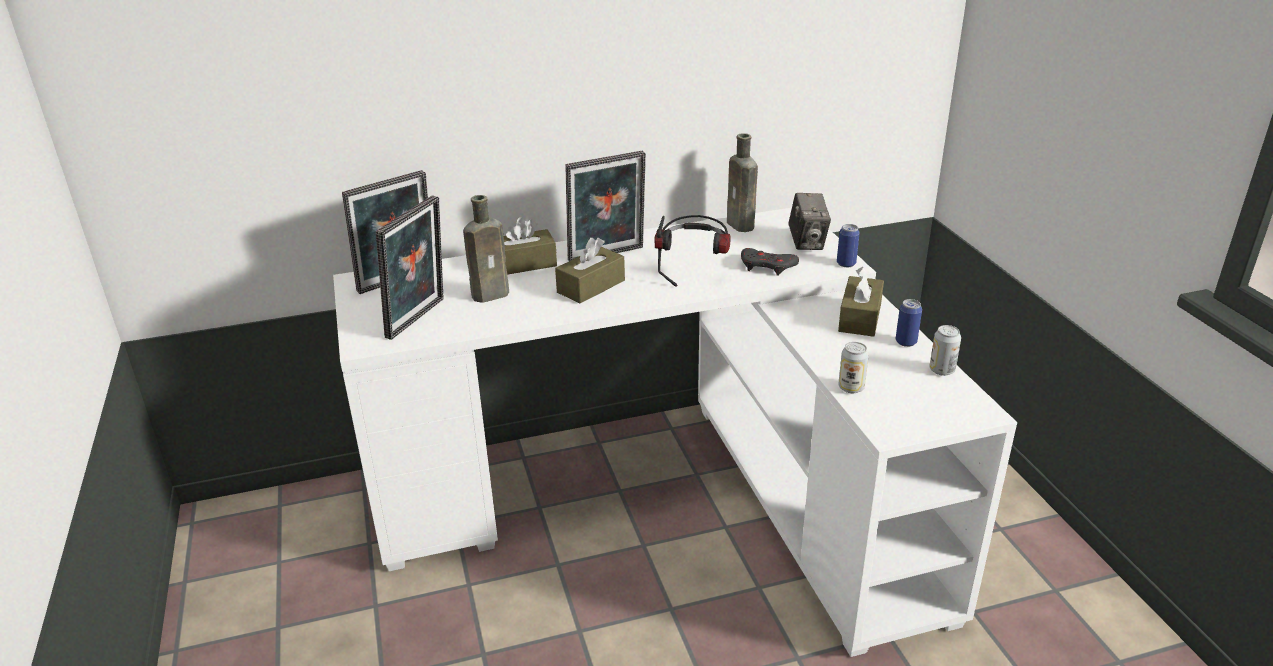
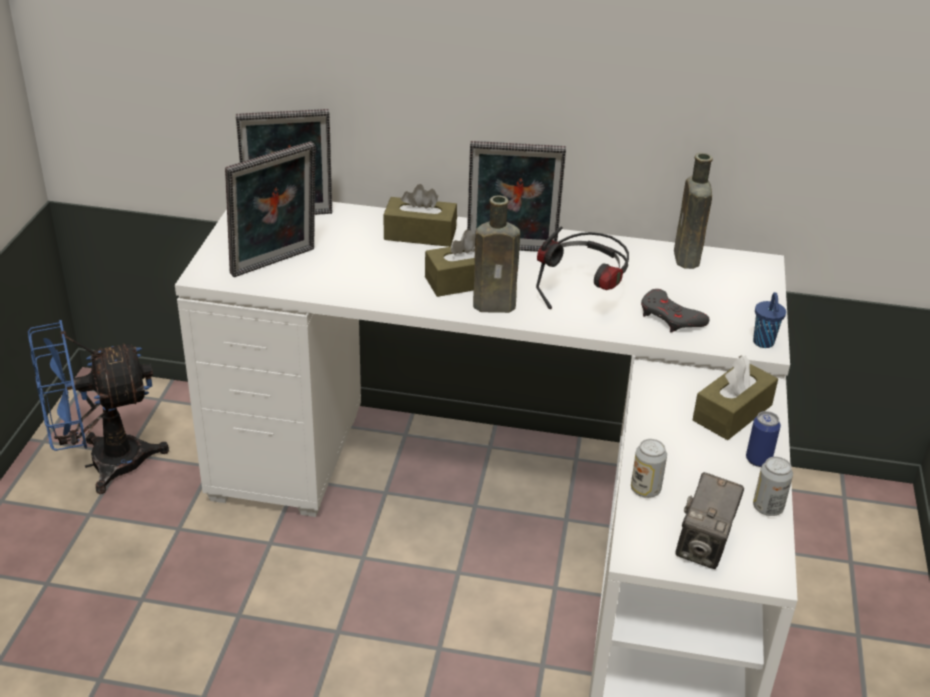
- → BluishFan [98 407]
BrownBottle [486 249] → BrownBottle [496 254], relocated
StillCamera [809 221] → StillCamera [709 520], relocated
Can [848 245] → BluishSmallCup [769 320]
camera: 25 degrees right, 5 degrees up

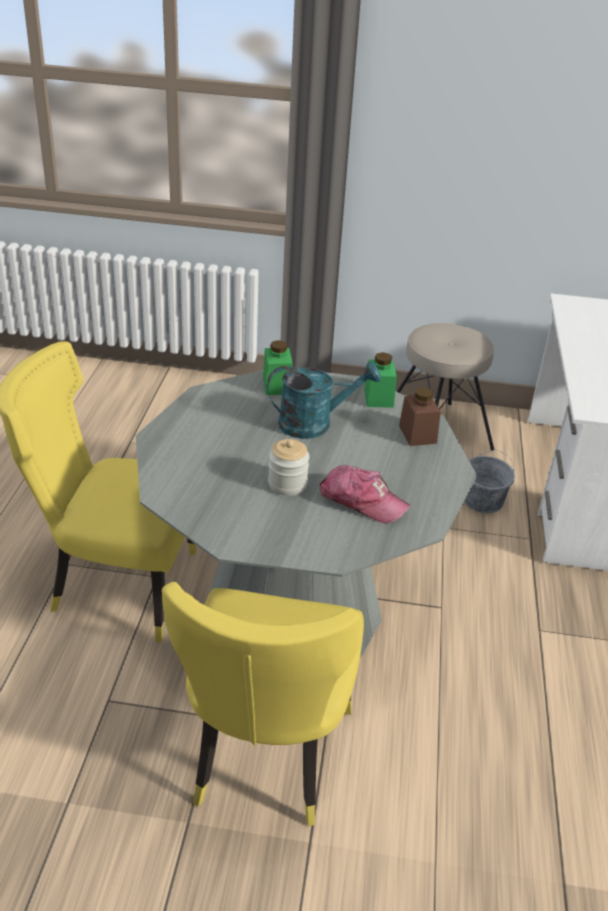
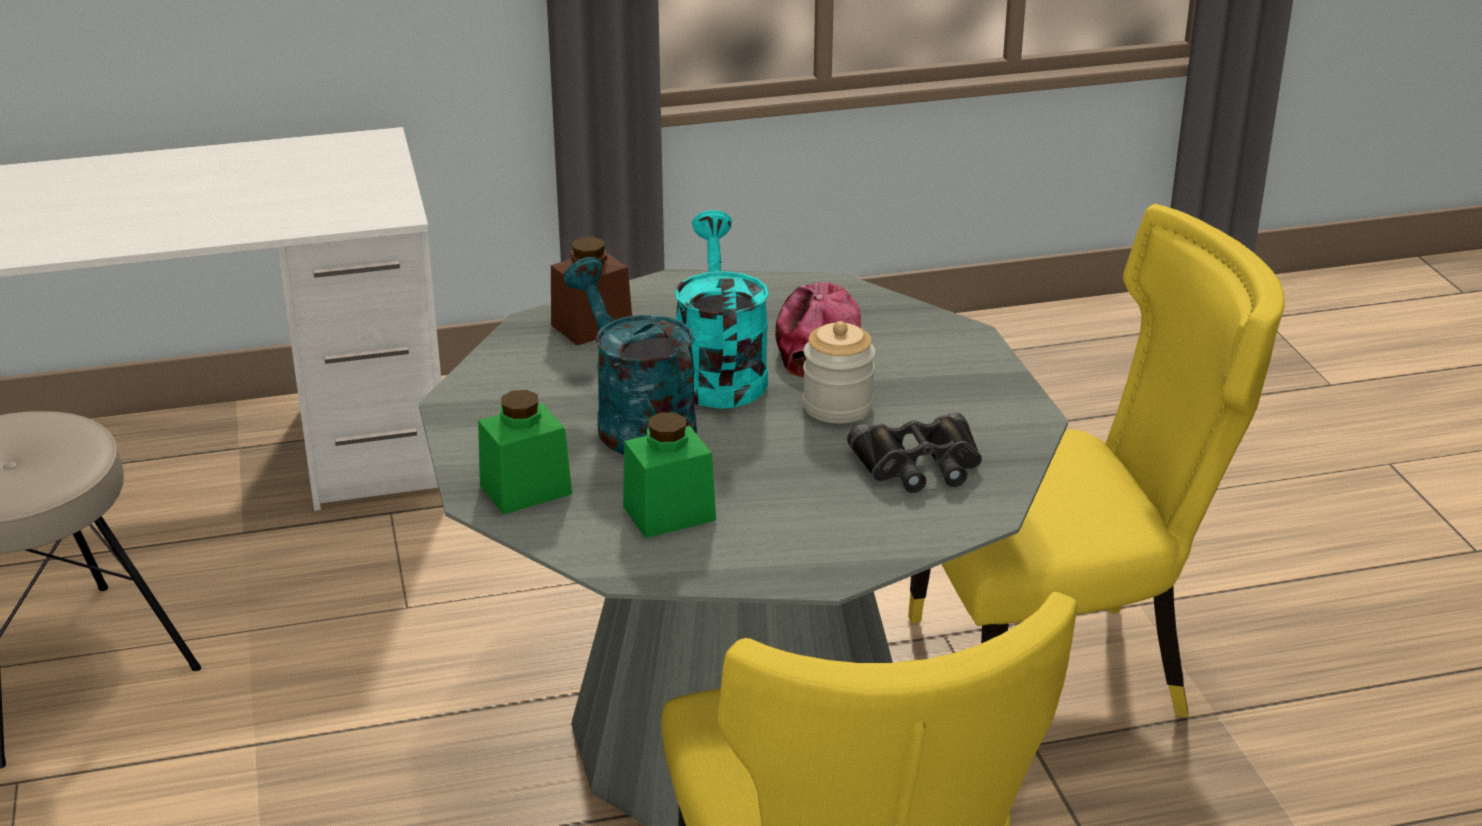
GreenColouredStorageJar [380 380] → GreenColouredStorageJar [669 475], relocated
- → BlueGreenWateringPot [722 309]
- → BlackColouredBinoculars [914 452]
GreyishPail [489 481] → -
camera: 110 degrees left, 5 degrees down

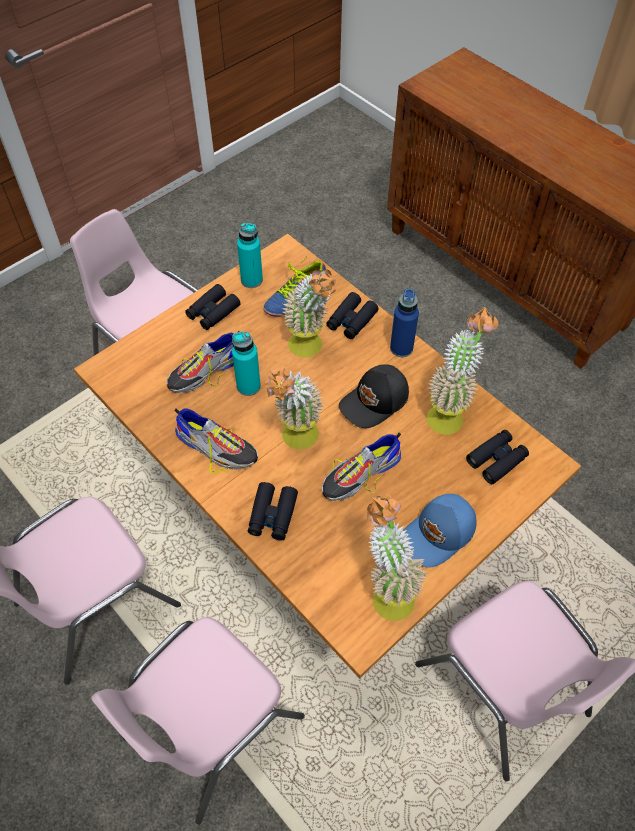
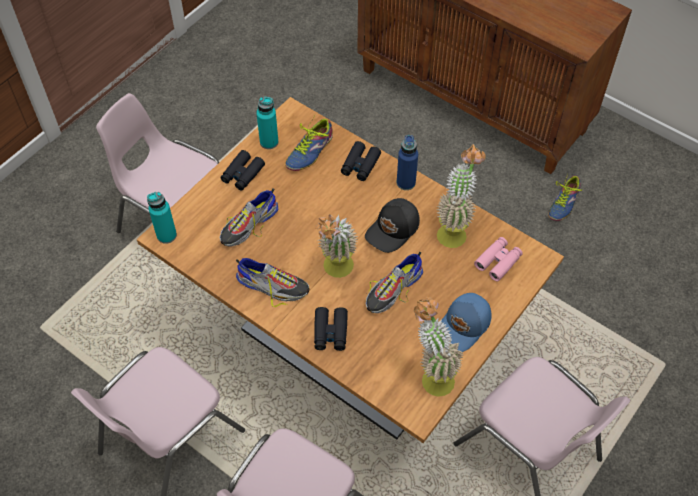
BlueGreenBottle [246 363] → BlueGreenBottle [162 218], relocated
BlackColouredBinoculars [497 457] → PinkBinoculars [498 259]
- → LowShoe [565 197]
Houseplant [309 313] → -
camera: 10 degrees left, 0 degrees up

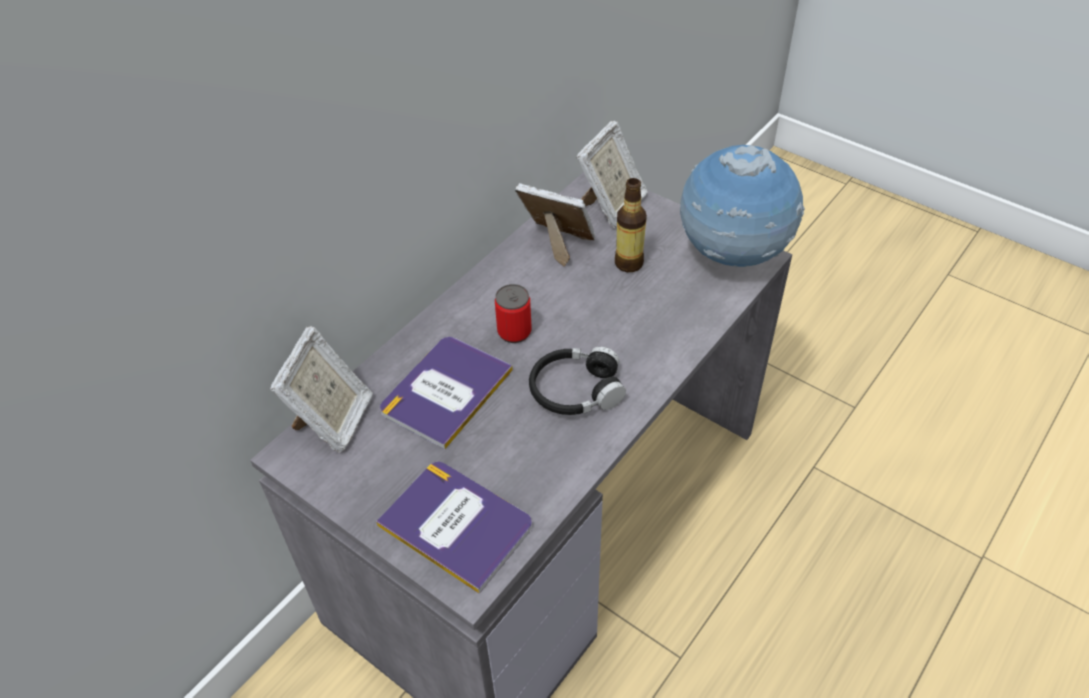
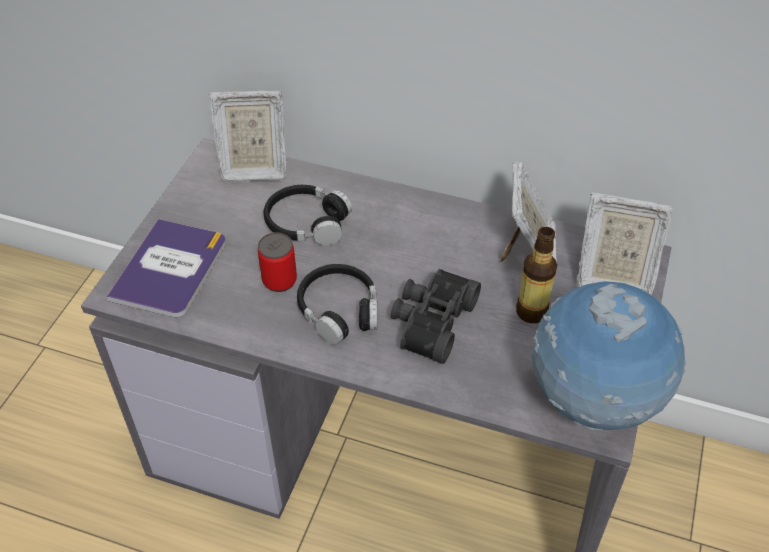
Can [513 313] → Can [277 262], relocated
Book [446 393] → BlackColouredHeadphones [307 215]
- → BlackColouredBinoculars [436 316]
camera: 70 degrees right, 0 degrees up

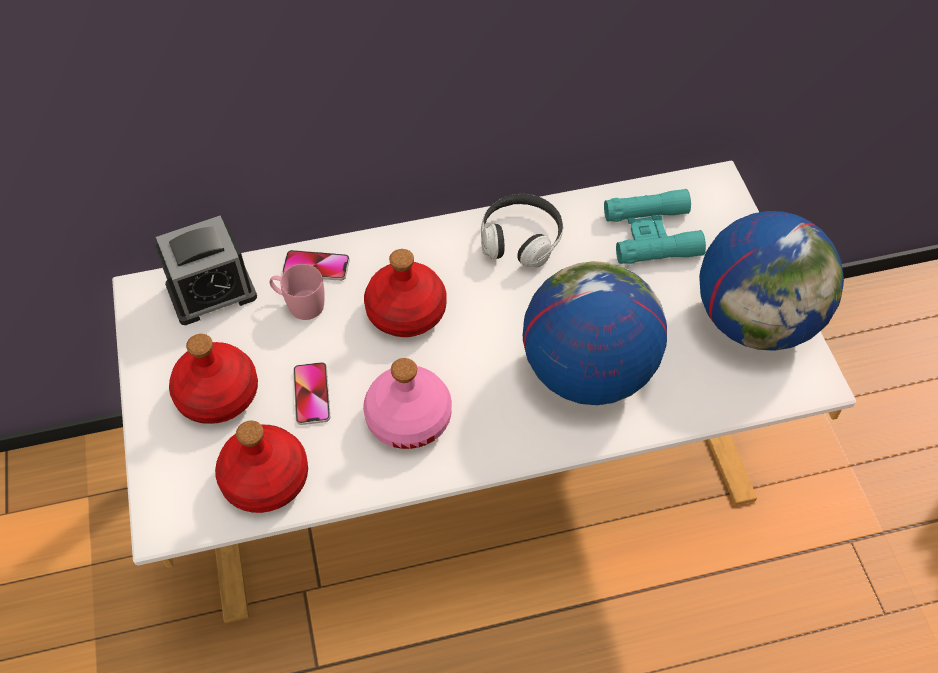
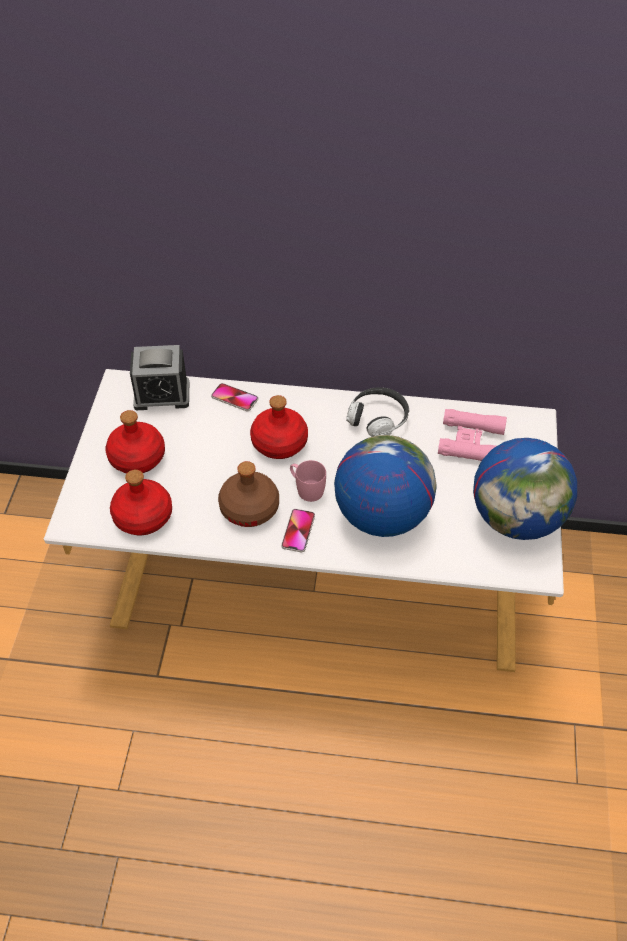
PinkBottle [407 403] → BrownBottle [248 494]
Handset [311 393] → Handset [298 530], relocated
PinkTeaMug [297 292] → PinkTeaMug [308 481], relocated
BlueGreenBinoculars [655 226] → PinkBinoculars [472 435]
camera: 20 degrees right, 5 degrees down

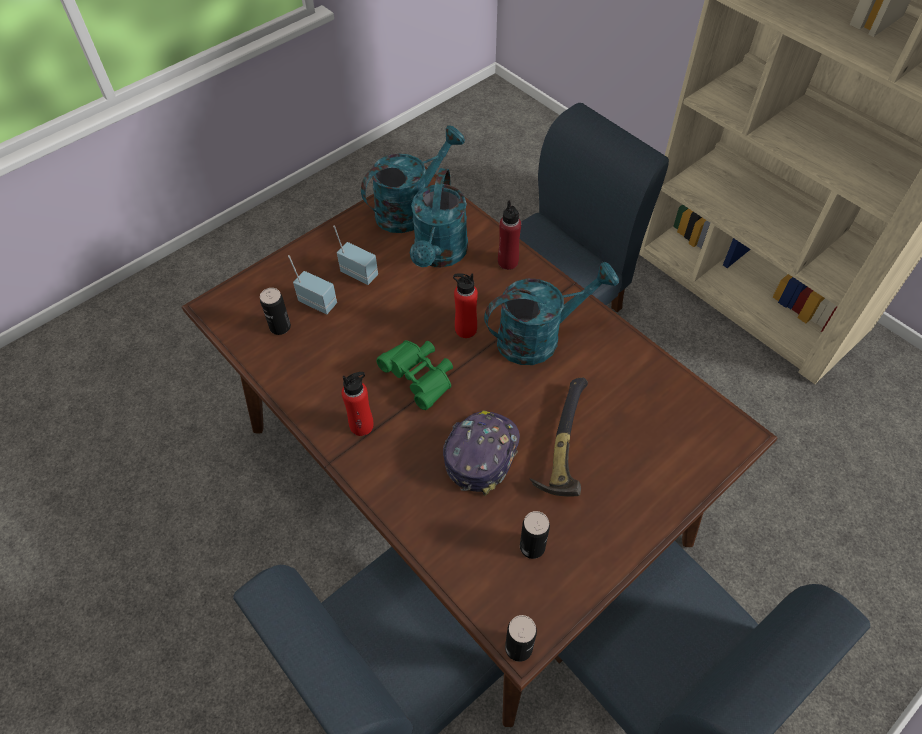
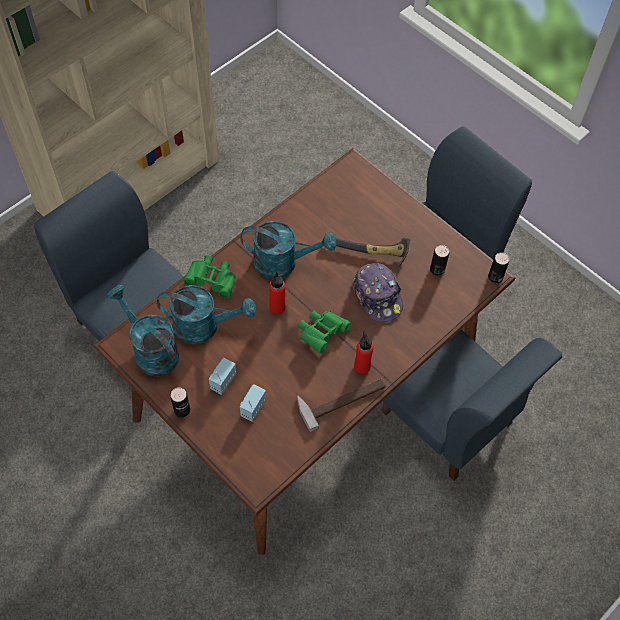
Can [275 311] → Can [180 402], relocated
ReddishBottle [509 235] → GreenColouredBinoculars [209 277]
BlueGreenWateringPot [551 313] → BlueGreenWateringPot [288 250], 120 degrees clockwise
- → Hammer [341 405]
PeakedCap [481 453] → PeakedCap [378 292], 135 degrees counterclockwise
camera: 95 degrees left, 5 degrees up

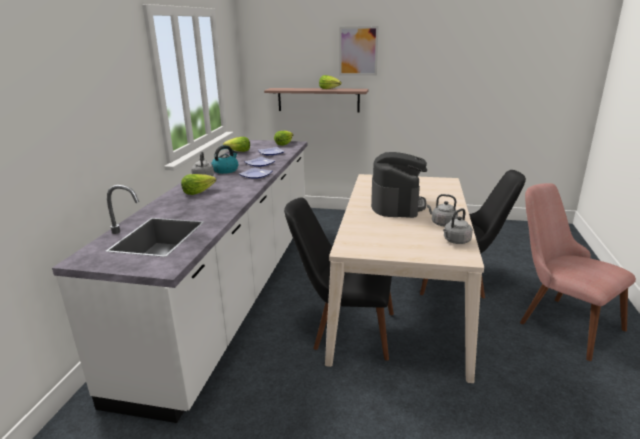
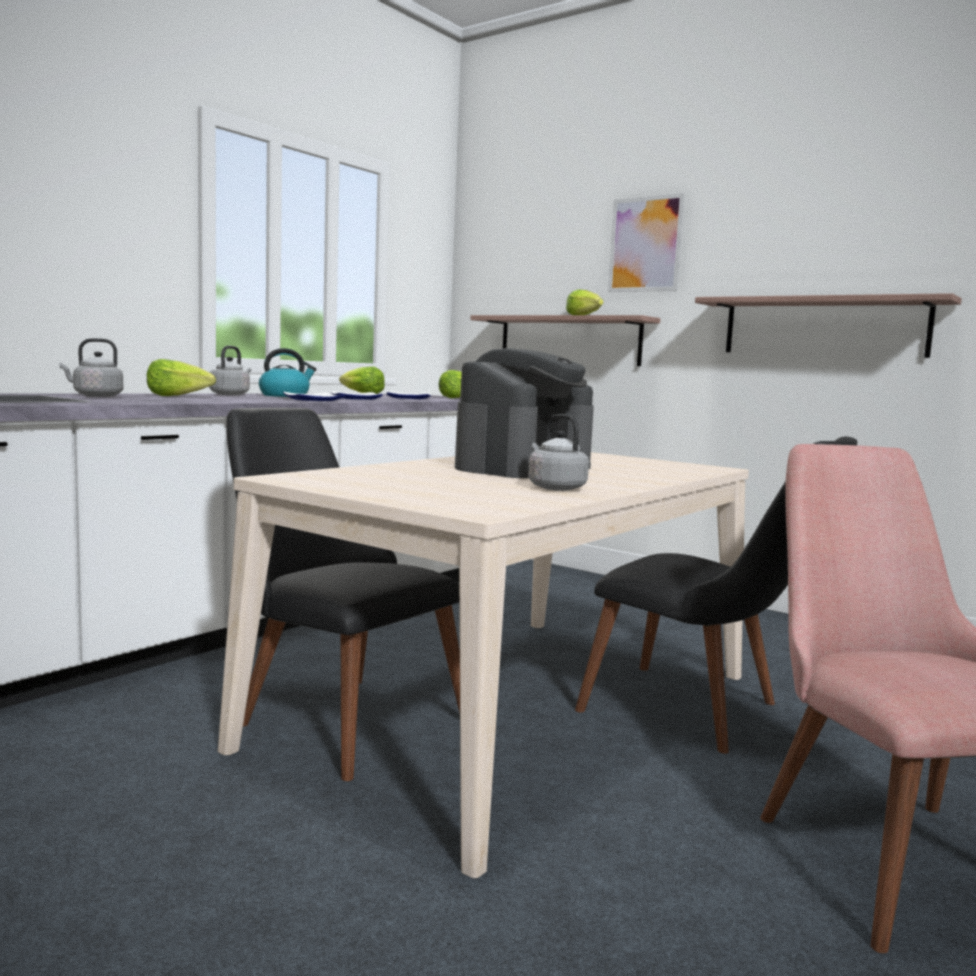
GreyishKettle [458 226] → GreyishKettle [91 367], relocated
- → BracketShelf [828 325]
camera: 25 degrees right, 15 degrees down

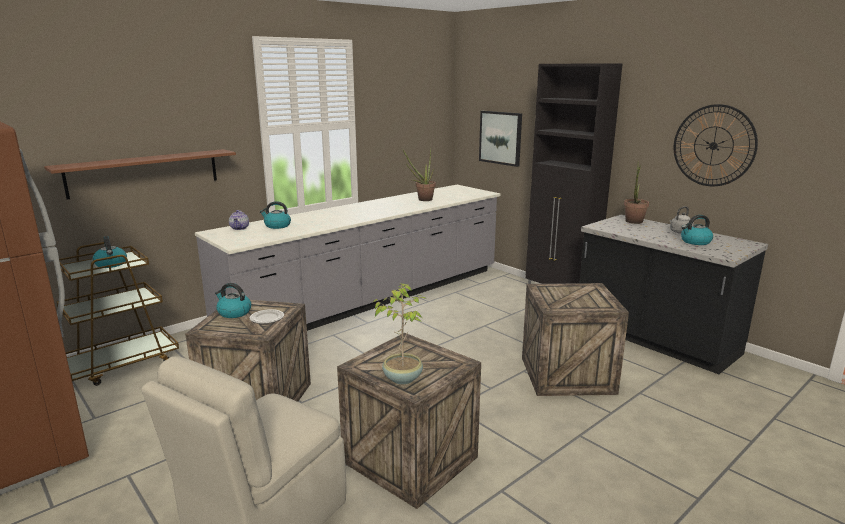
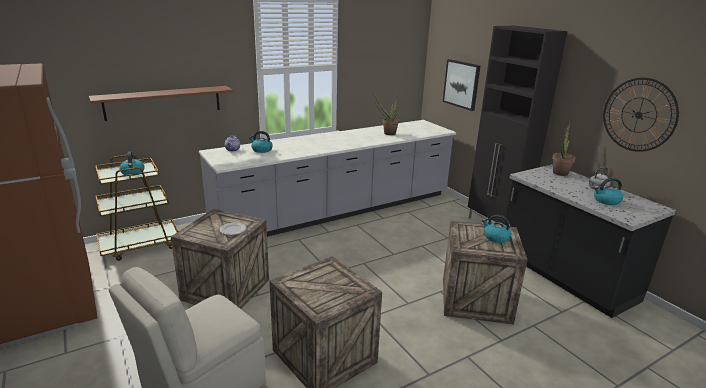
Kettle [233 300] → Kettle [496 229], relocated
Houseplant [399 334] → -
camera: 10 degrees right, 5 degrees up

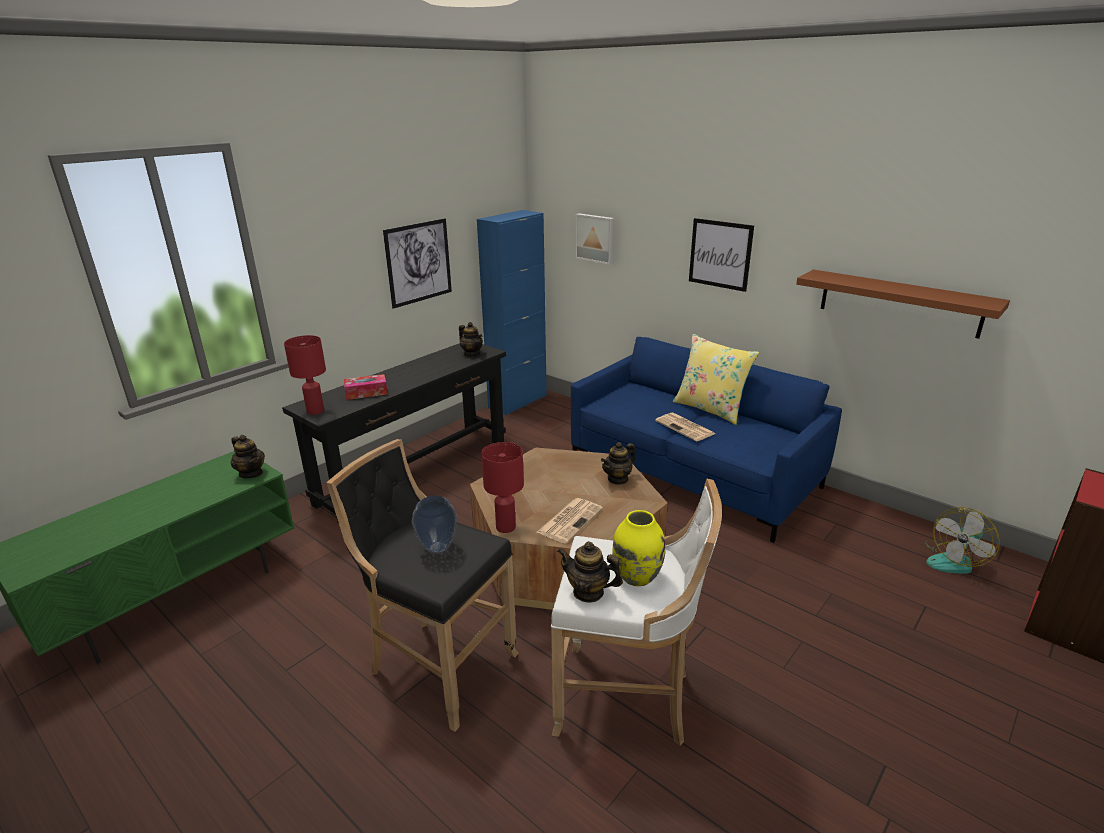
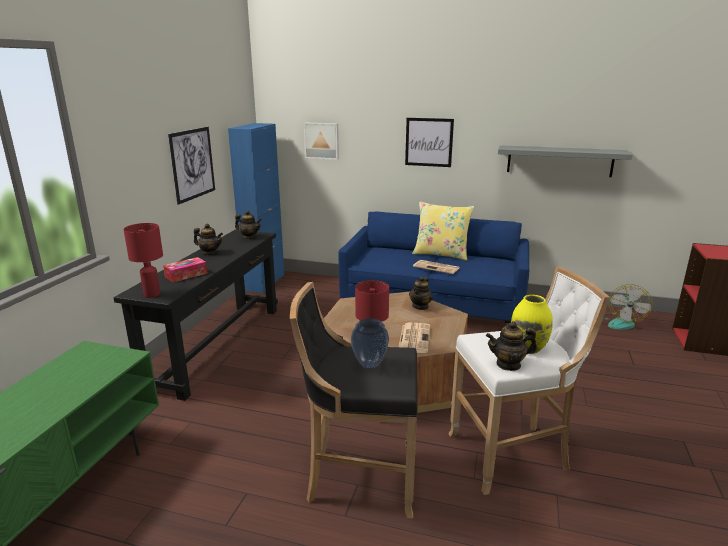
Teapot [248 456] → Teapot [208 239], relocated
BrownBracketShelf [903 304] → GreyishBracketShelf [565 161]
camera: 25 degrees left, 5 degrees down

